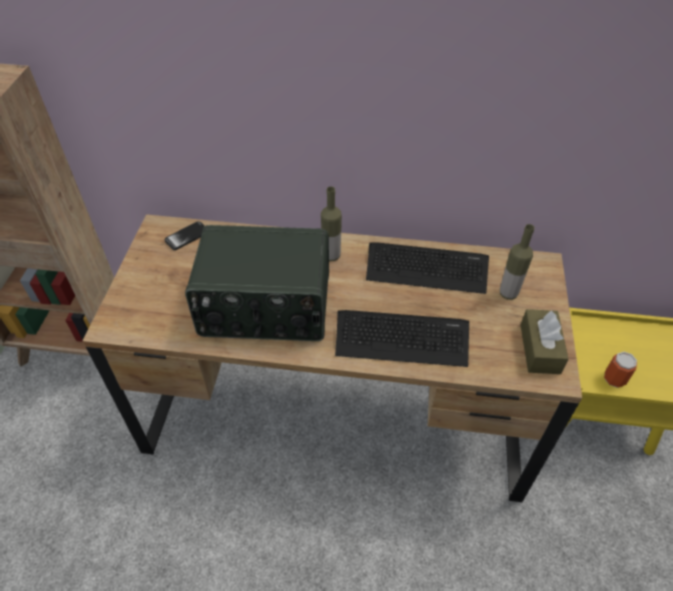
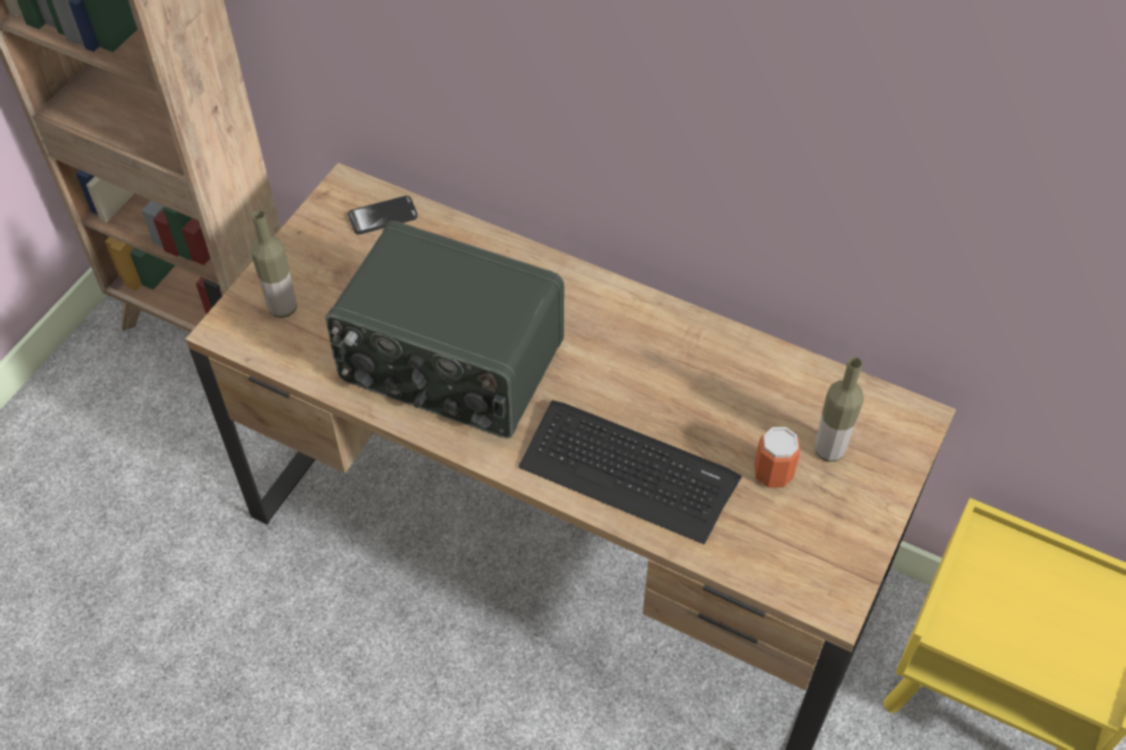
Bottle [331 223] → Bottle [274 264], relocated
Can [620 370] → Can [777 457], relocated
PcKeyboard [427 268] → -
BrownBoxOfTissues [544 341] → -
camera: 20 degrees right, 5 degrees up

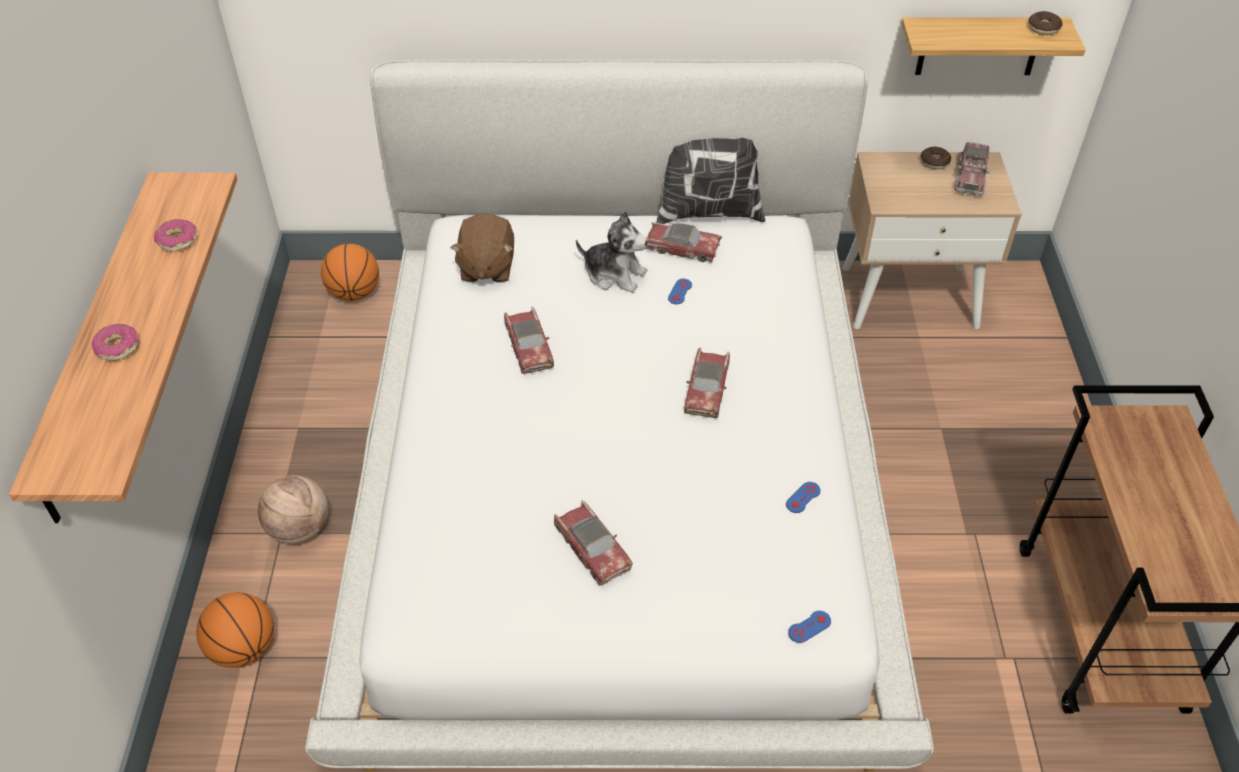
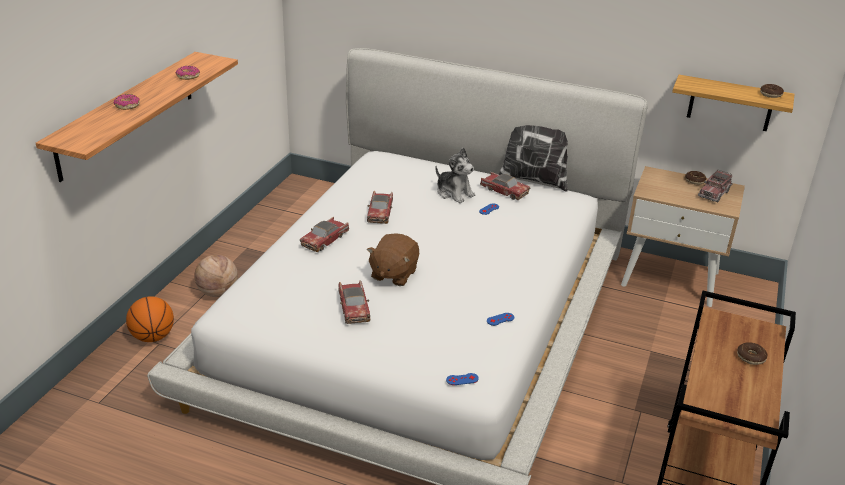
ToyCar [707 382] → ToyCar [324 234], relocated
BrownCuddlyToy [482 248] → BrownCuddlyToy [393 260], relocated
- → RingDoughnut [752 353]
BasketballBall [350 272] → -
camera: 20 degrees right, 15 degrees down

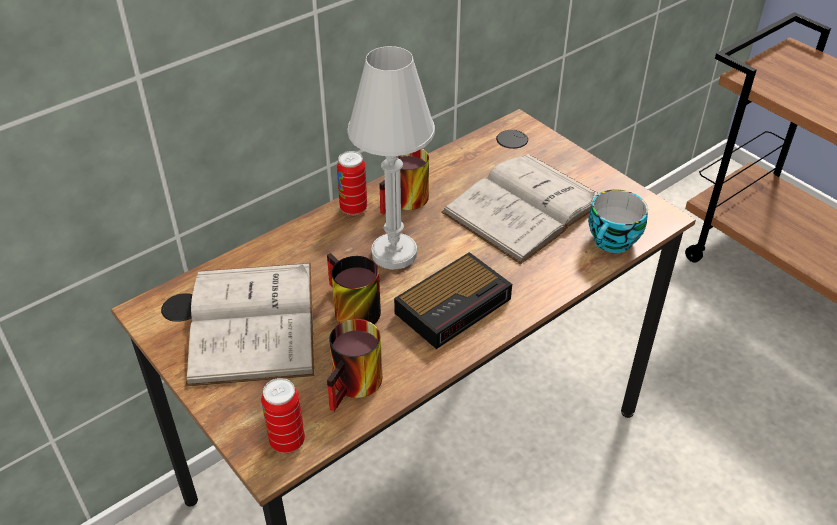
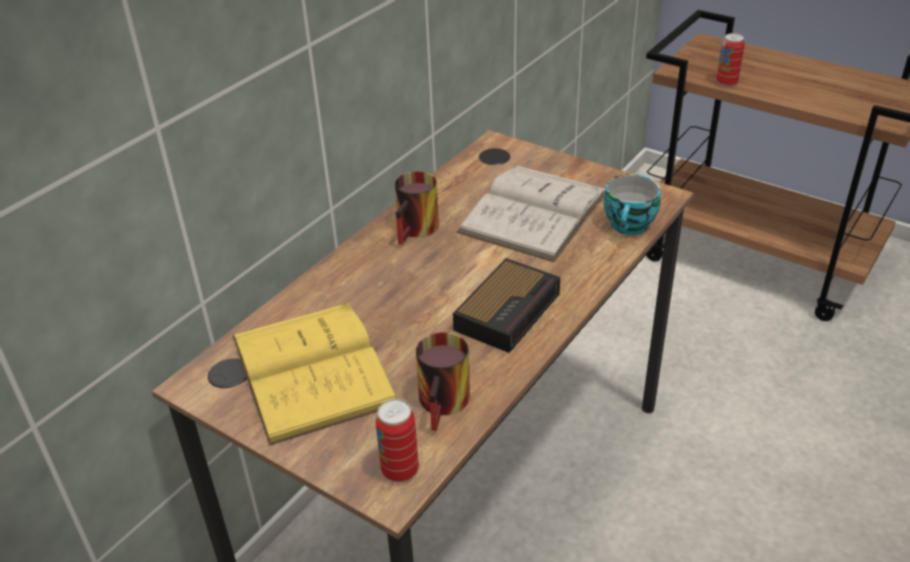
WhiteColouredBook [250 325] → YellowColouredBook [314 374]
Can [352 183] → Can [730 60], relocated
TeaMug [354 288] → -
WhiteColouredTabletopLamp [391 158] → -
camera: 15 degrees left, 5 degrees down

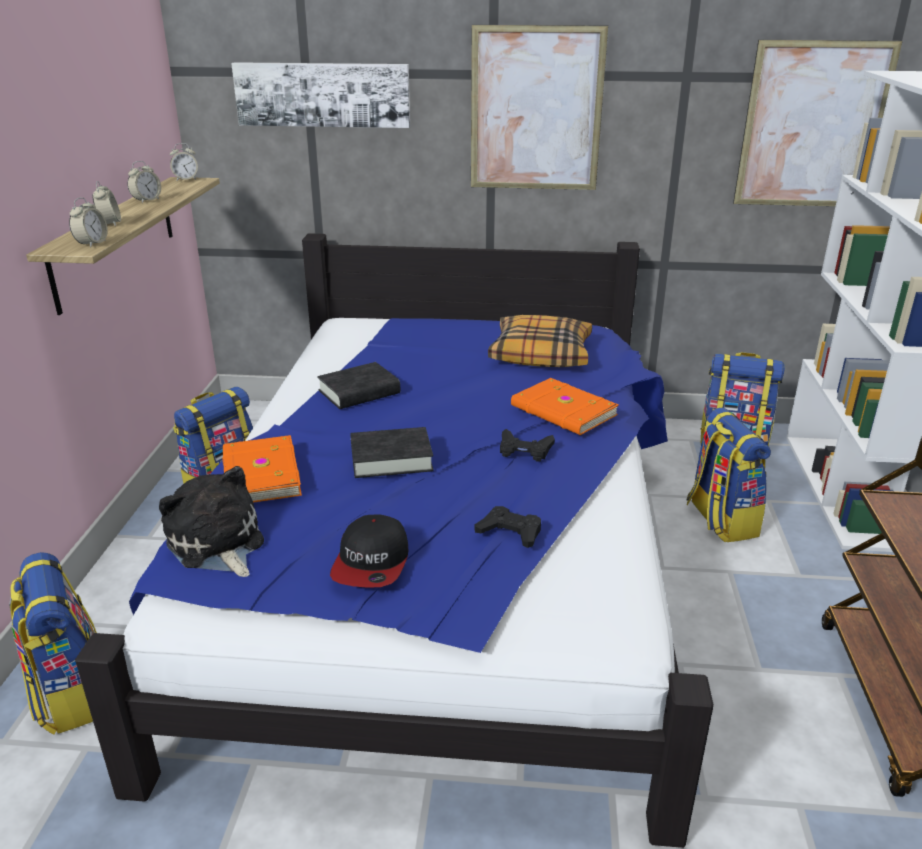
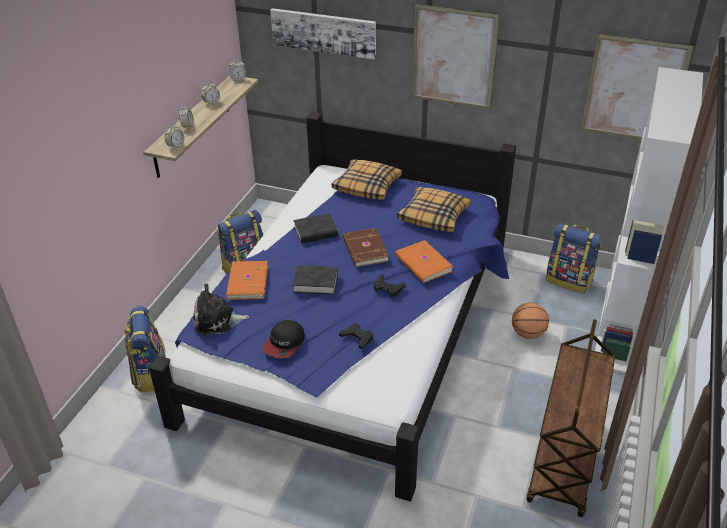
CuddlyToy [211 521] → CuddlyToy [221 309], 75 degrees counterclockwise
- → ThrowPillow [367 179]
- → BrownBook [366 247]
Backpack [729 475] → BasketballBall [530 321]
camera: 15 degrees right, 10 degrees up

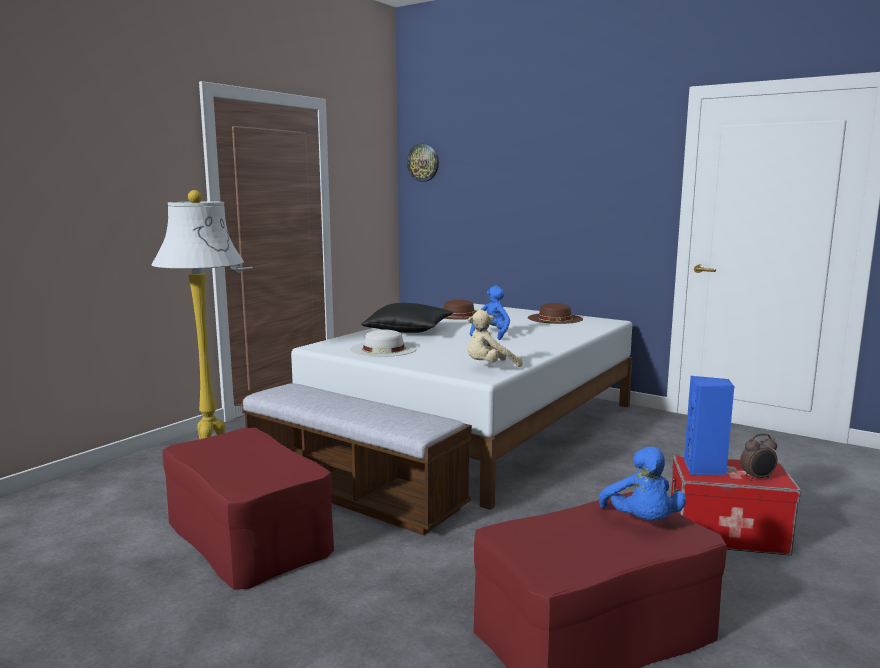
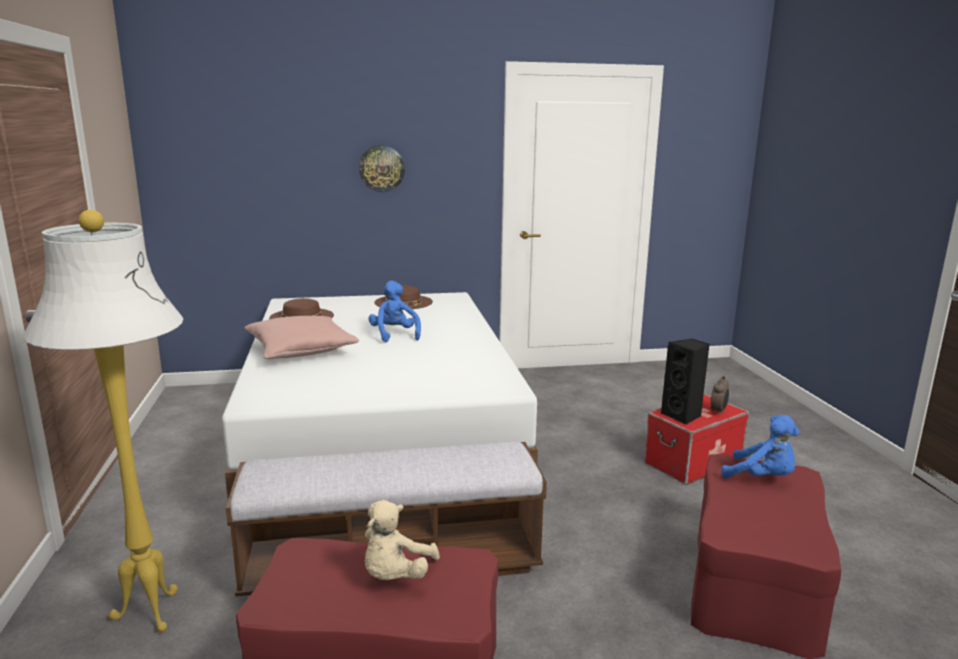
BlackColouredThrowPillow [407 318] → PinkThrowPillow [301 337]
WallClock [423 162] → WallClock [381 168], relocated
BeigeCuddlyToy [495 338] → BeigeCuddlyToy [402 540], relocated
BluishSpeaker [709 425] → BlackColouredSpeaker [685 381]
WhiteColouredWearableHat [383 343] → -
camera: 45 degrees left, 5 degrees up

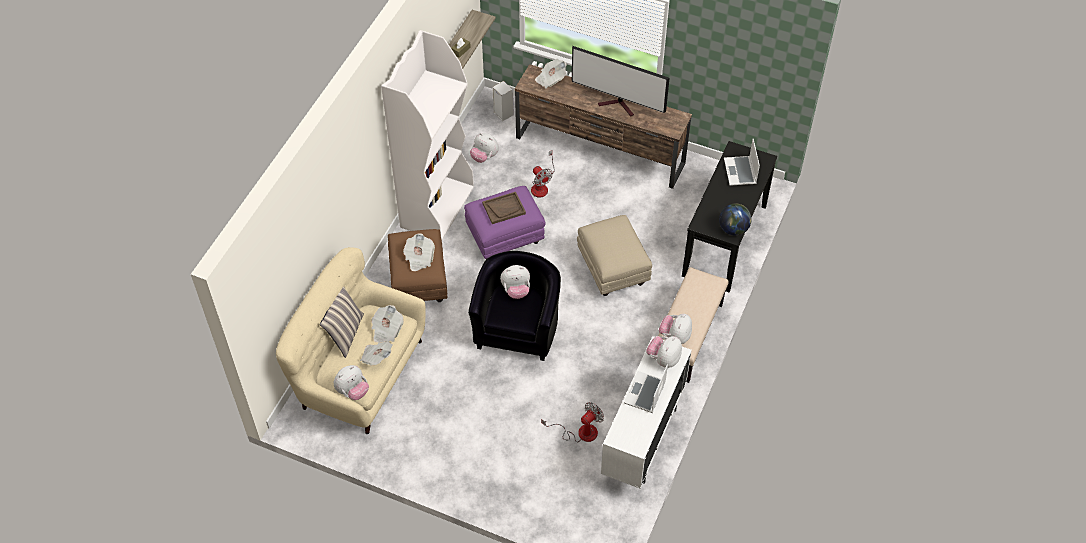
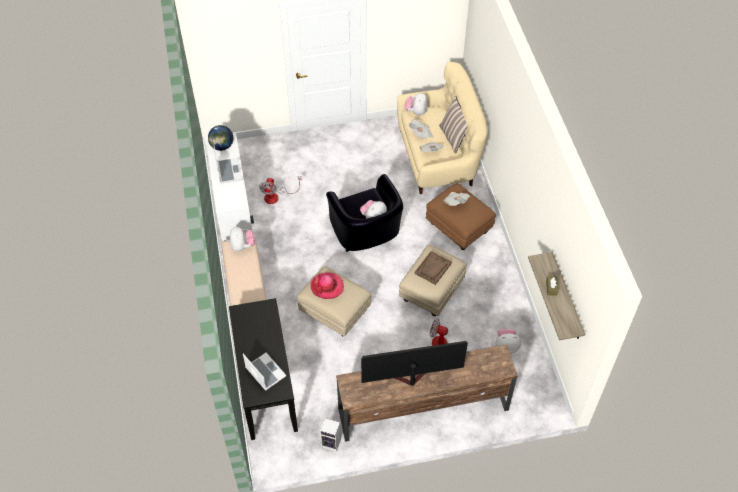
DeskGlobe [735 219] → DeskGlobe [220 138], relocated
- → WearableHat [327 285]
Speaker [503 101] → Speaker [330 435], relocated
PurpleOttoman [504 222] → BeigeOttoman [433 280]
WhiteColouredShelvingUnit [427 135] → -
DailyPaper [551 73] → -
CuddlyToy [664 352] → -
camera: 145 degrees right, 0 degrees up

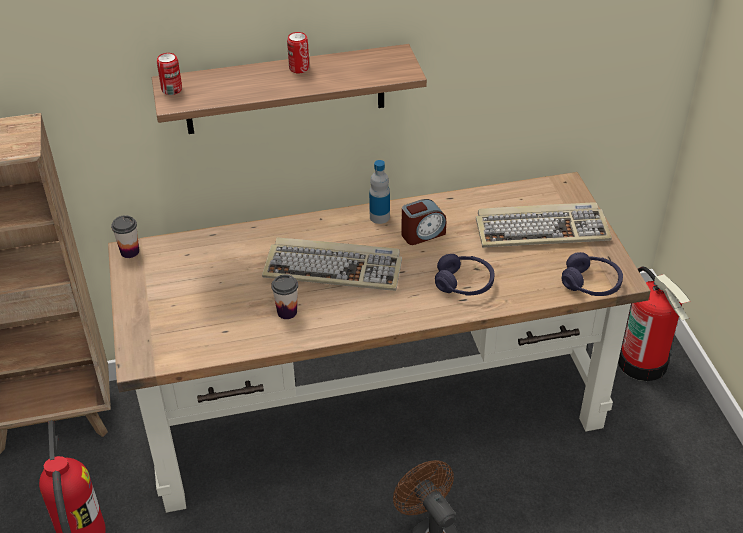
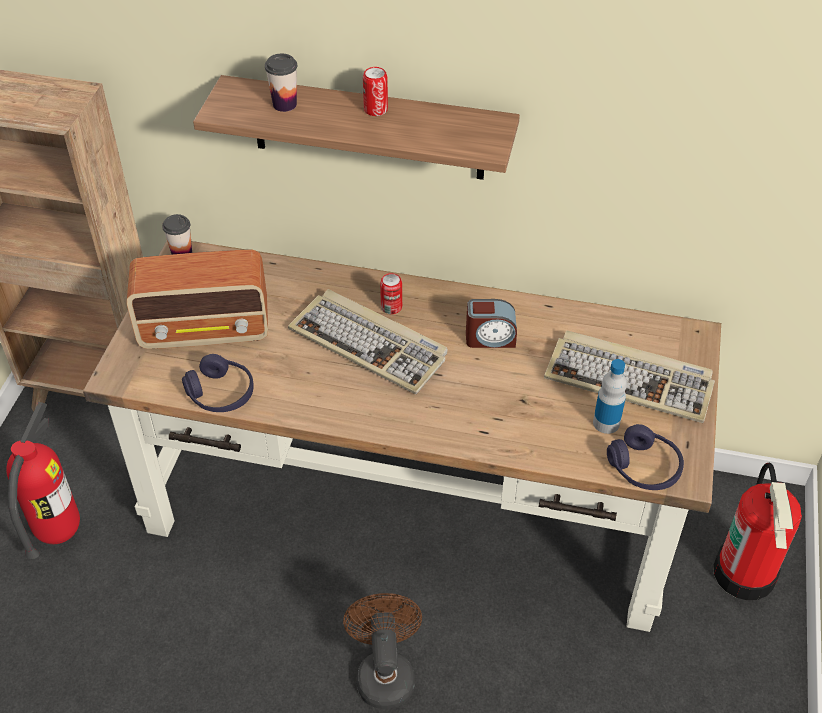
- → RadioSet [197 299]
PurpleHeadphones [464 275] → PurpleHeadphones [218 383], relocated
SmallCup [284 296] → SmallCup [281 83], relocated
Can [169 74] → Can [391 293], relocated
Bottle [379 192] → Bottle [610 396], relocated
camera: 25 degrees right, 5 degrees up

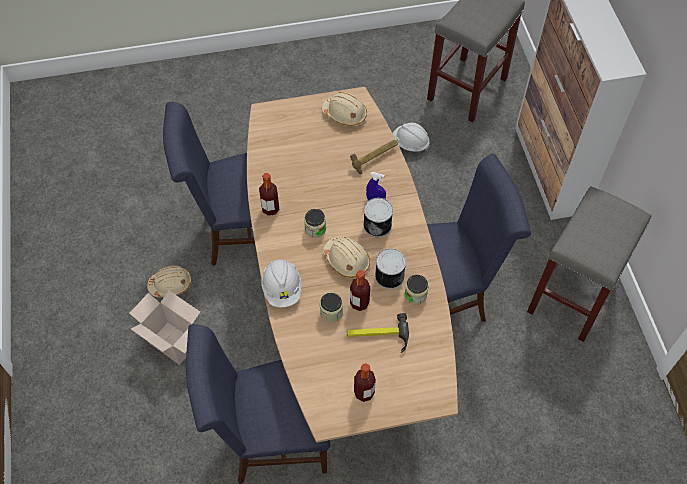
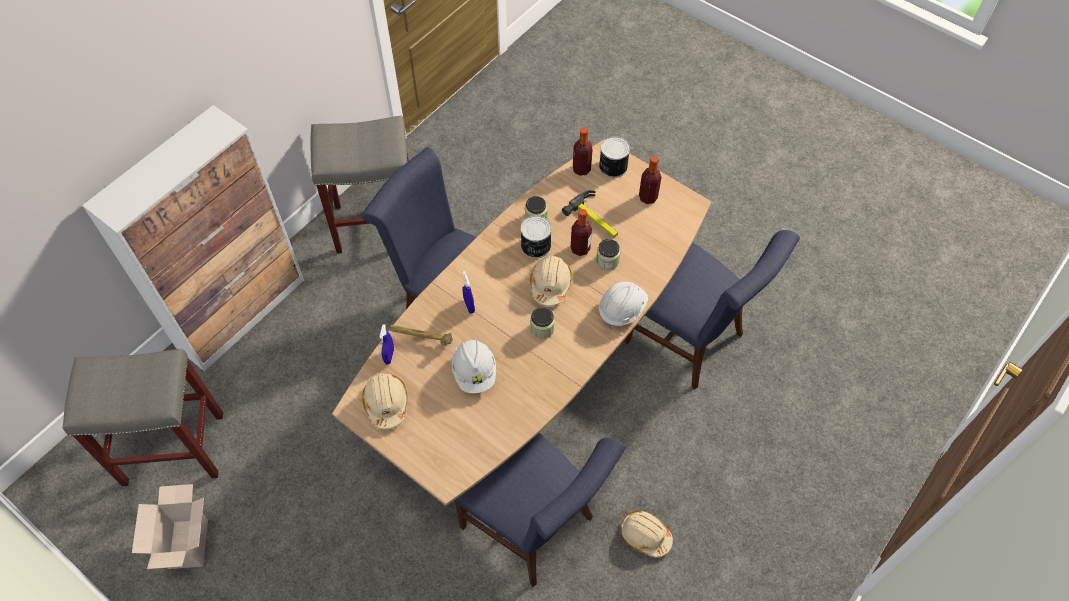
CardboardBox [164 328] → CardboardBox [170 526], relocated
- → BluishHandSprayer [386 344]
WhiteColouredHardHat [411 137] → WhiteColouredHardHat [473 366], relocated
Bottle [269 194] → Bottle [583 152], relocated
Can [378 217] → Can [614 157], relocated
camera: 130 degrees left, 0 degrees up

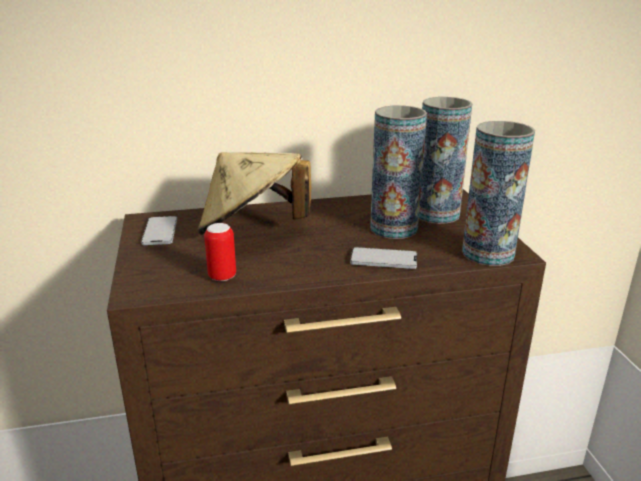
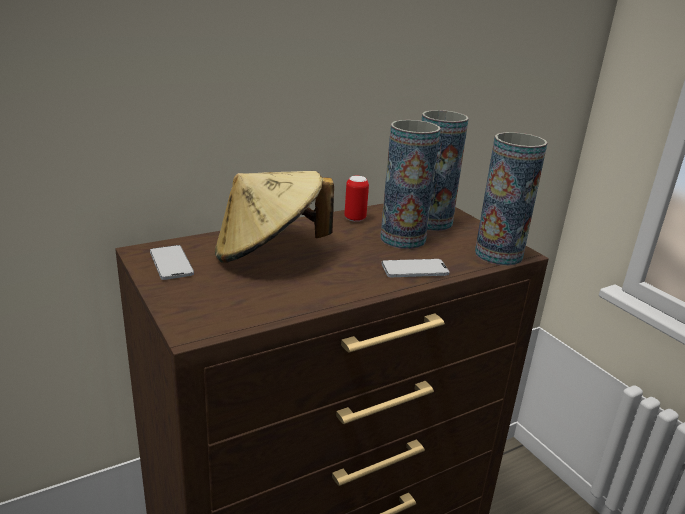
Can [220 252] → Can [356 199], relocated
camera: 20 degrees left, 0 degrees up

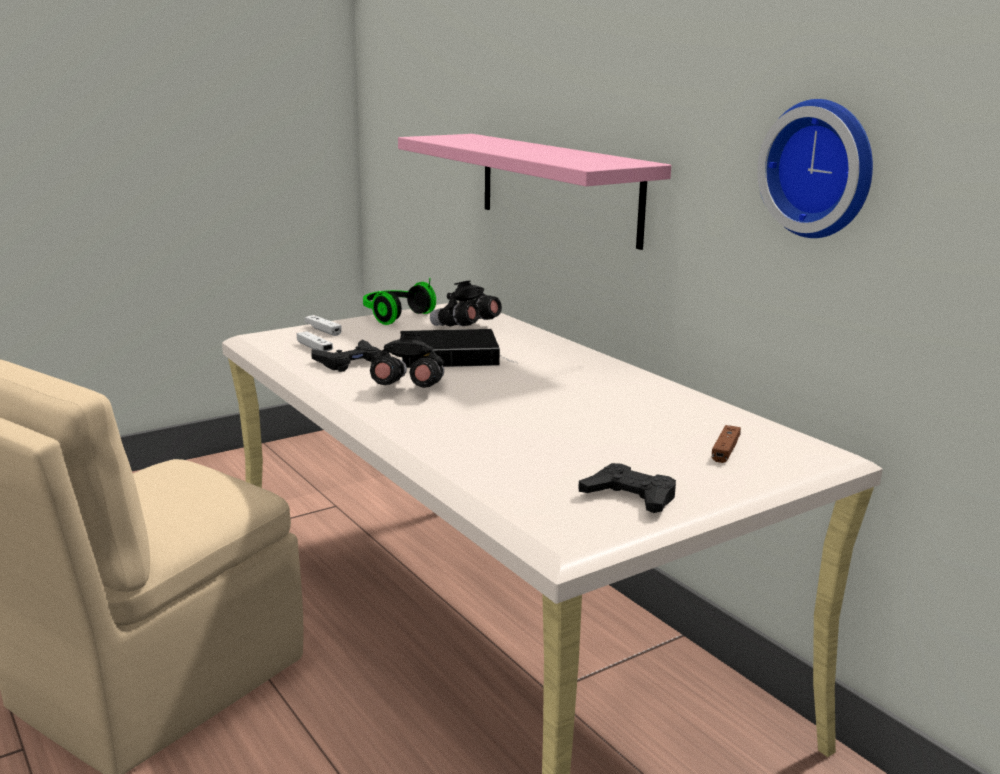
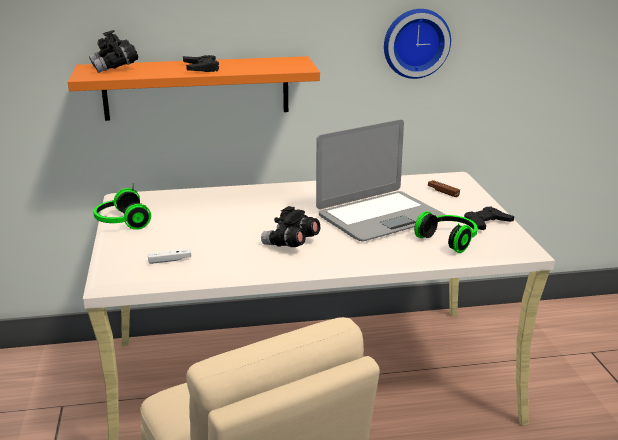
PinkBracketShelf [534 192] → OrangeBracketShelf [194 88]
BlackColouredBinoculars [466 304] → BlackColouredBinoculars [113 51], relocated
BlackColouredGameController [346 355] → BlackColouredGameController [201 63], relocated
- → Laptop [381 180]
- → Headphones [446 232]
WhiteColouredGameController [323 325] → -
Book [457 348] → -
camera: 65 degrees left, 5 degrees up

